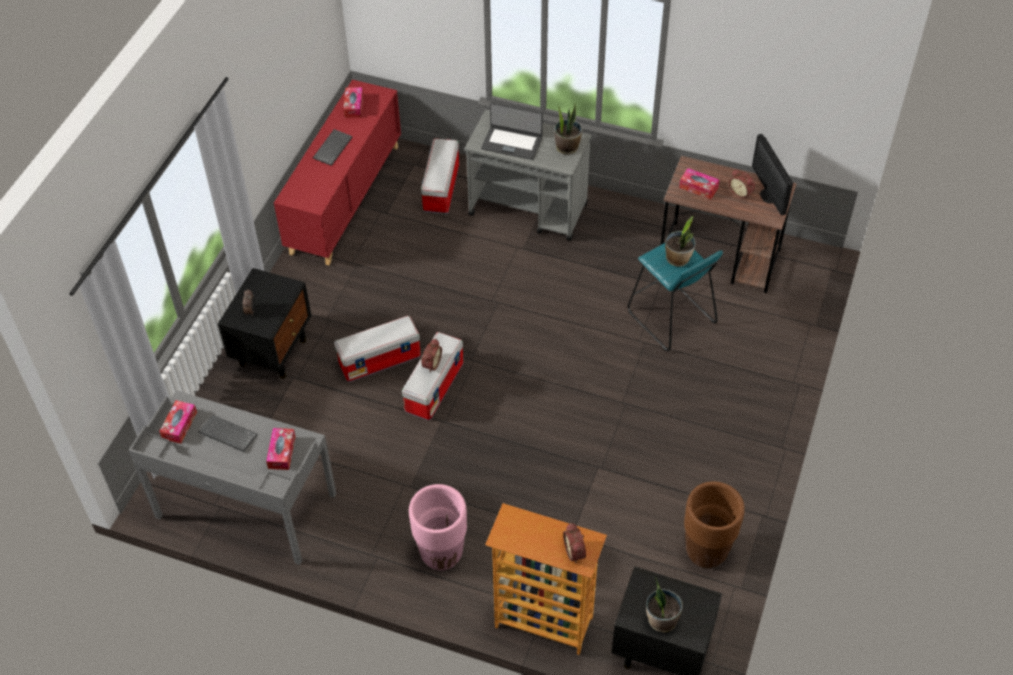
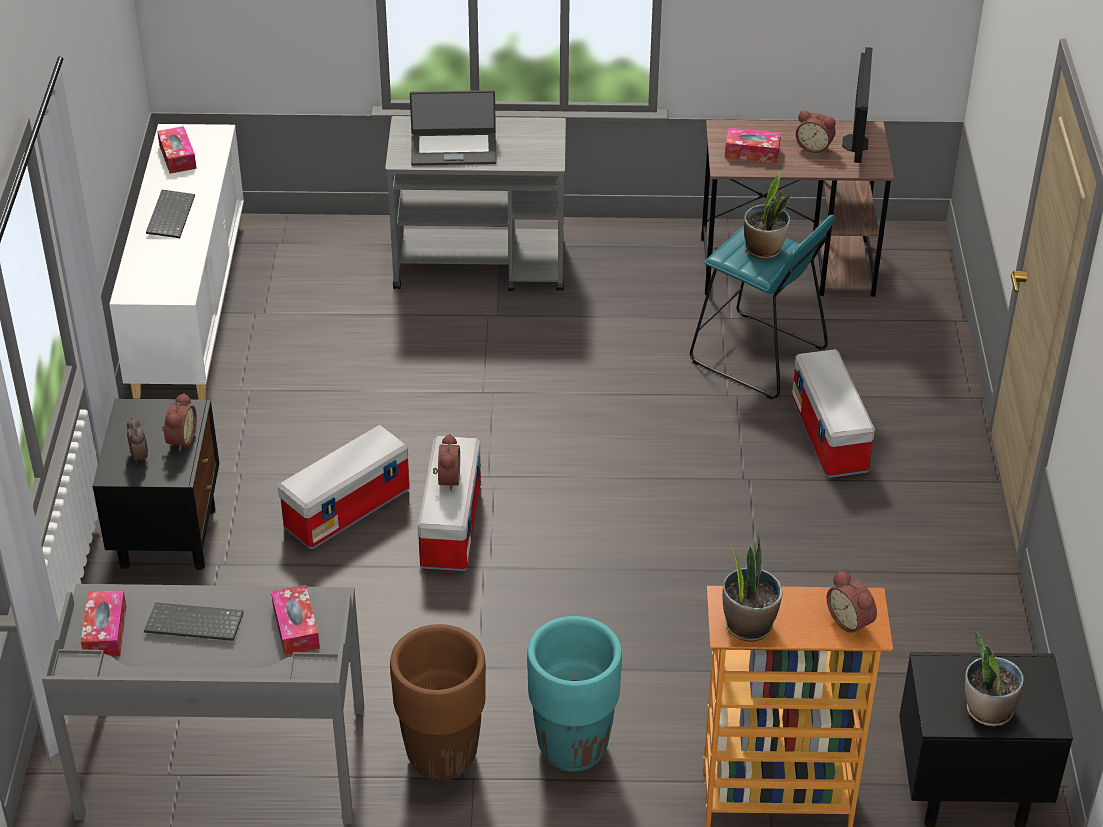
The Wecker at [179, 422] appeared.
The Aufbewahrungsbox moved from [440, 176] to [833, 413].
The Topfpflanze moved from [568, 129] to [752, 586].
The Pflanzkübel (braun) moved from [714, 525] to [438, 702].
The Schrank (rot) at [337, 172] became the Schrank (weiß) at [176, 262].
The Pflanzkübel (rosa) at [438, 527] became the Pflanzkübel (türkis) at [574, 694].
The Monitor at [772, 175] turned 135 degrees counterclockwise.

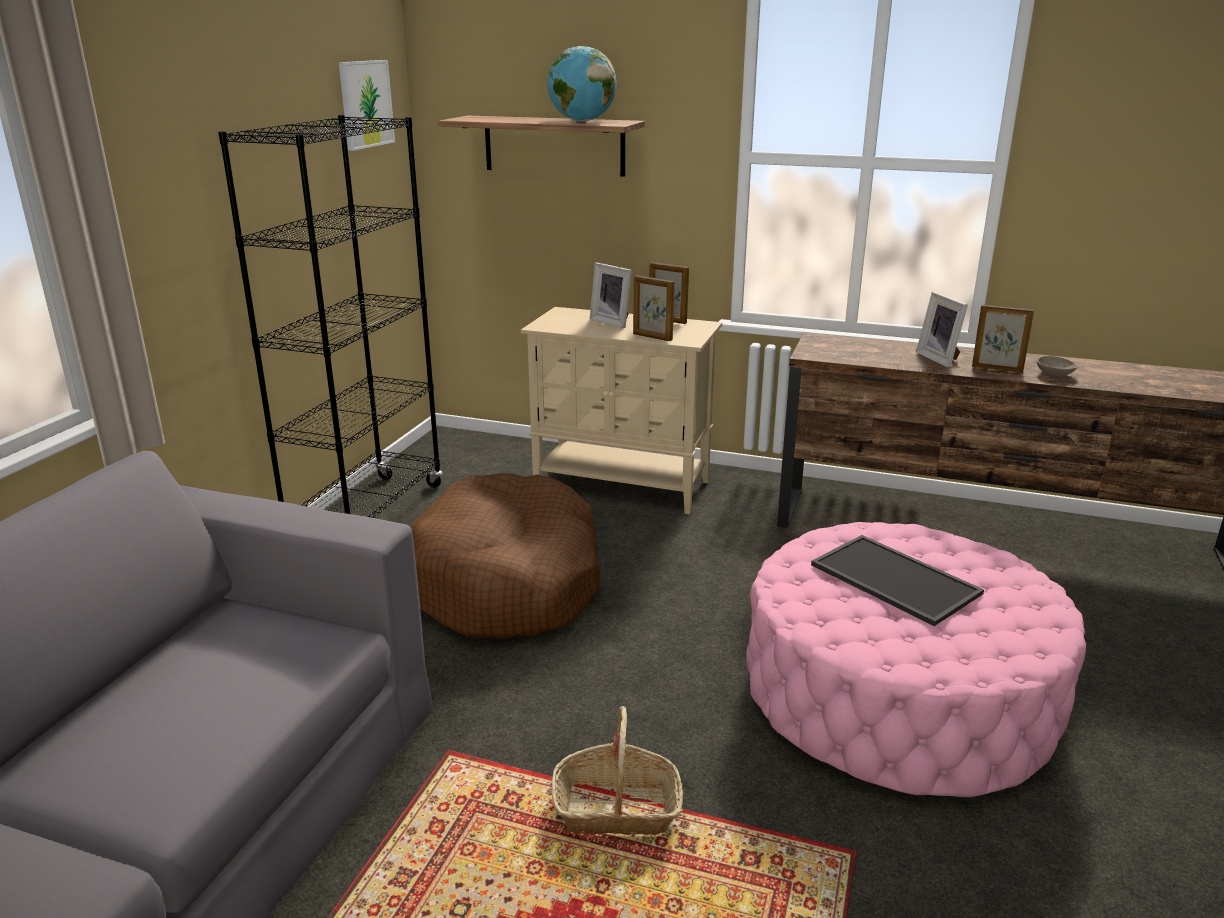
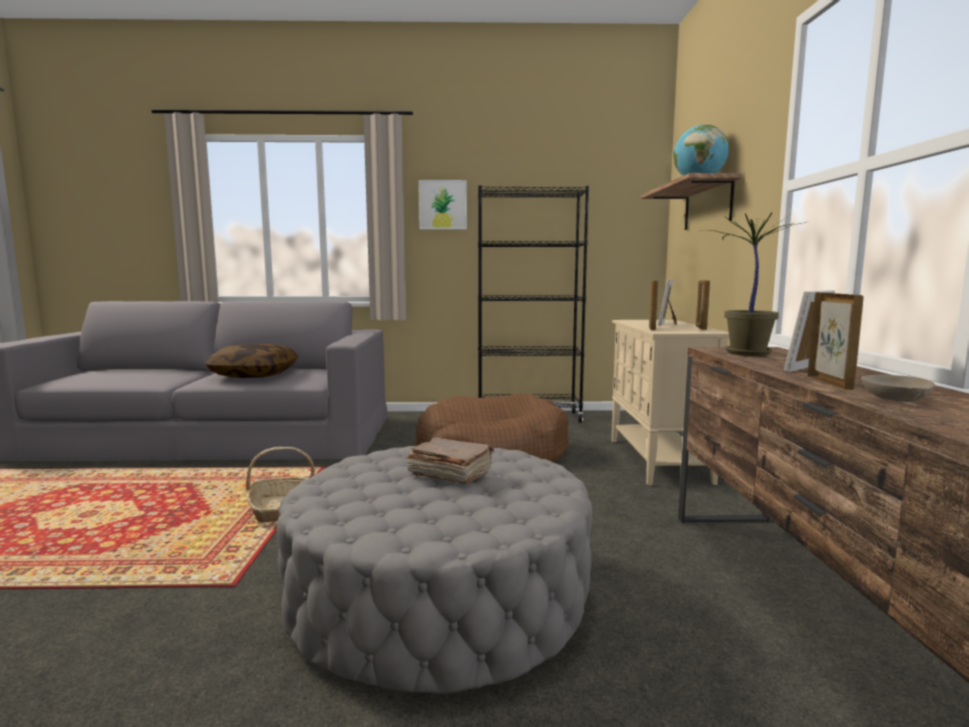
The Kissen at [251, 360] appeared.
The Topfpflanze at [754, 284] appeared.
The Bild moved from [367, 105] to [443, 205].
The Tablett at [897, 580] was replaced by the Buch (braun) at [450, 460].
The Polsterhocker (rosa) at [916, 659] became the Polsterhocker (grau) at [434, 570].

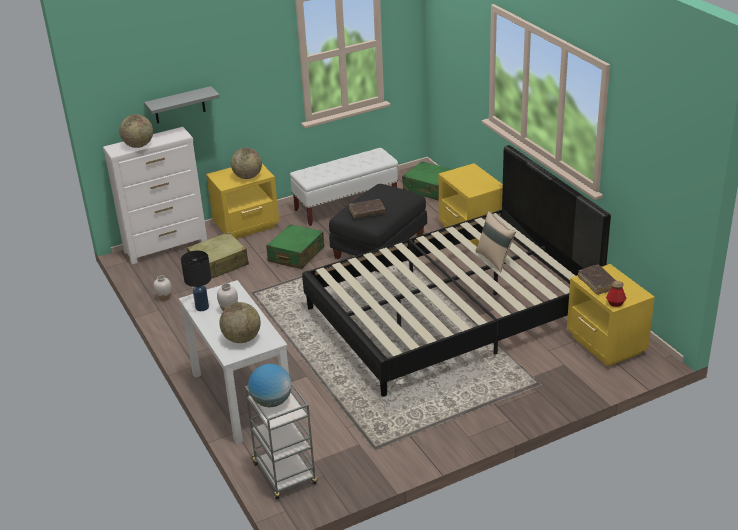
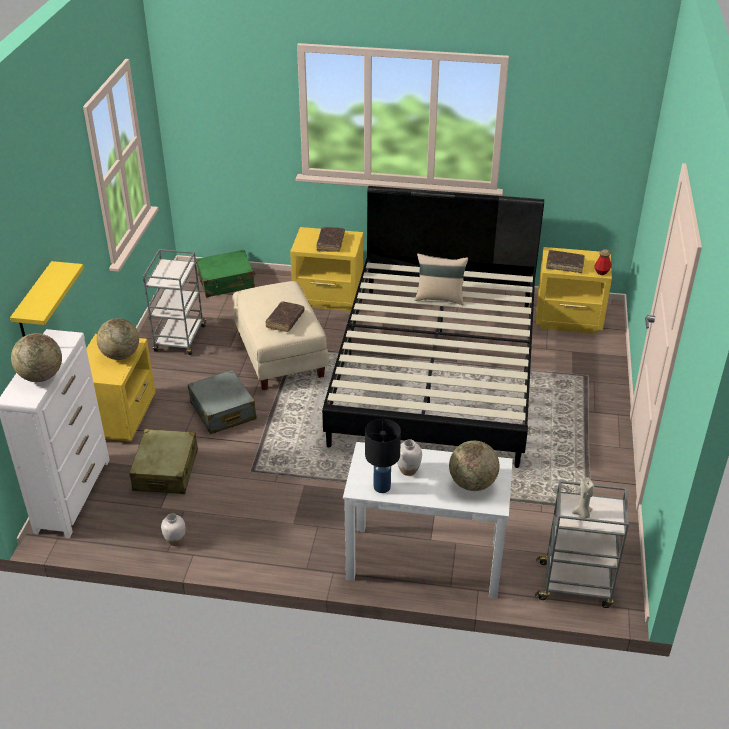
The Buch (braun) at [330, 239] appeared.
The Globus at [270, 385] was replaced by the Kerze (beige) at [583, 498].
The Bank (weiß) at [344, 187] was replaced by the Rollwagen (grau) at [174, 302].
The Wandregal (grau) at [182, 105] became the Wandregal (gelb) at [47, 299].
The Koffer (grün) at [295, 246] became the Koffer (grau) at [222, 402].
The Polsterhocker (schwarz) at [378, 228] became the Polsterhocker (beige) at [280, 335].

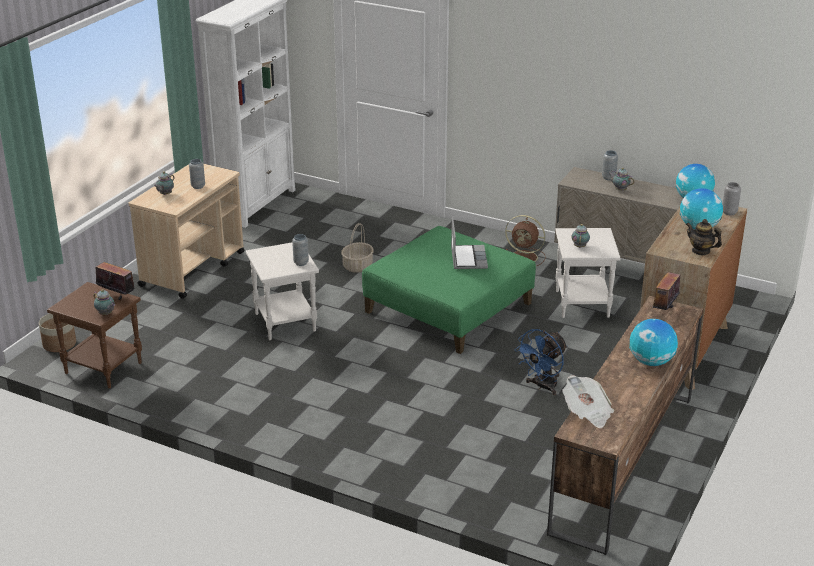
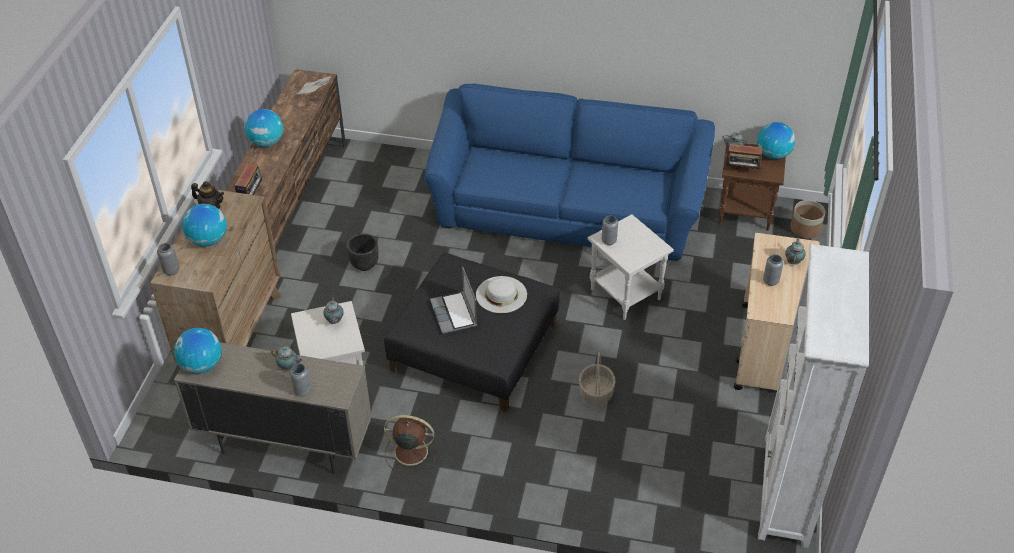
The Sofa (blau) at [569, 172] appeared.
The Hut (weiß) at [501, 294] appeared.
The Globus at [776, 140] appeared.
The Ventilator (blau) at [541, 362] was replaced by the Pflanzkübel (schwarz) at [363, 252].
The Polsterhocker (grün) at [449, 290] became the Polsterhocker (schwarz) at [472, 332].

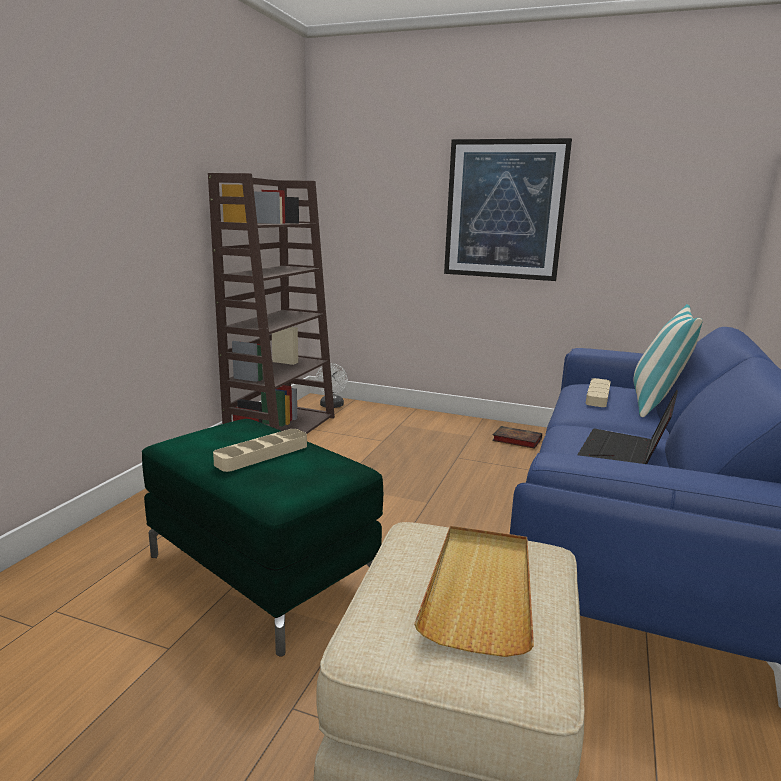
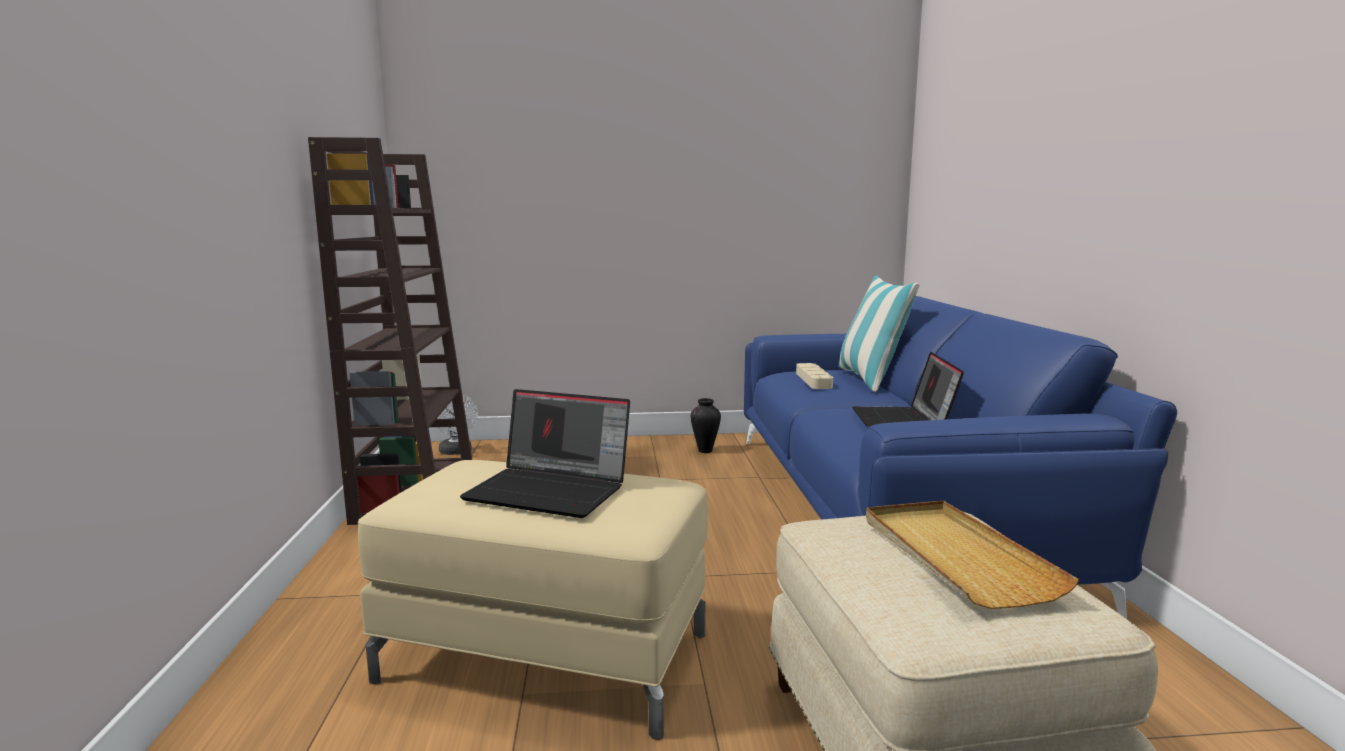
The Bild at [508, 209] disappeared.
The Tablett (beige) at [260, 450] was replaced by the Laptop at [545, 453].
The Buch at [517, 437] was replaced by the Vase at [705, 425].
The Polsterhocker (grün) at [262, 538] became the Polsterhocker (beige) at [533, 600].

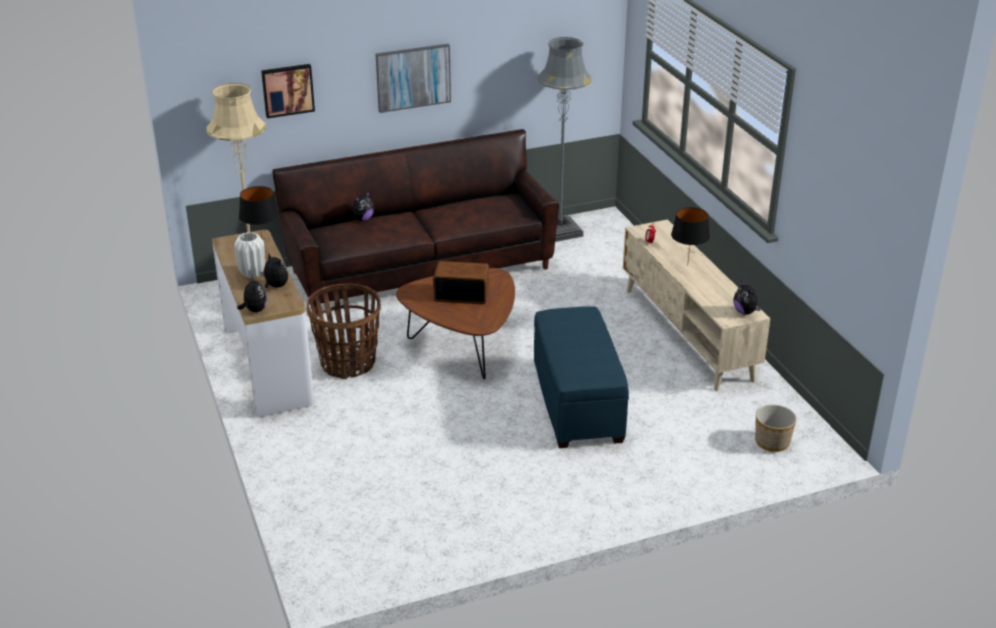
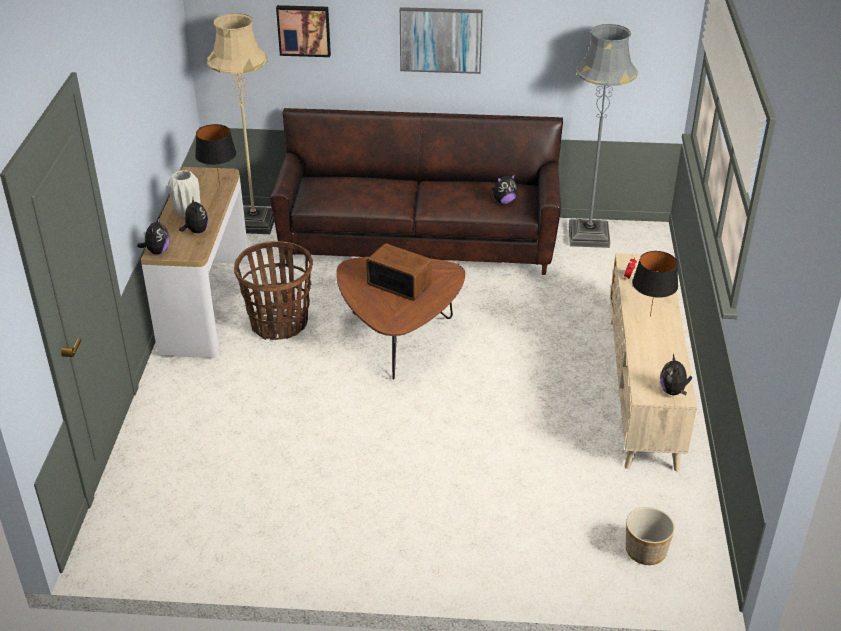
The Polsterhocker (blau) at [581, 377] disappeared.
The Plüschtier moved from [361, 206] to [505, 189].

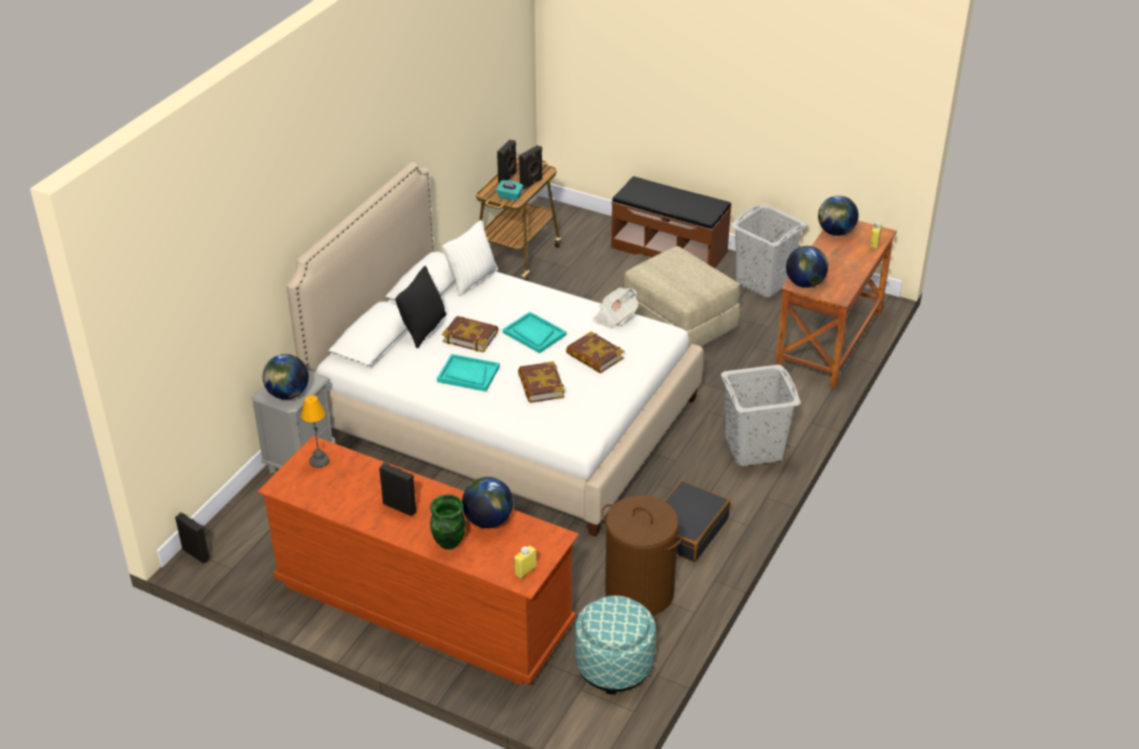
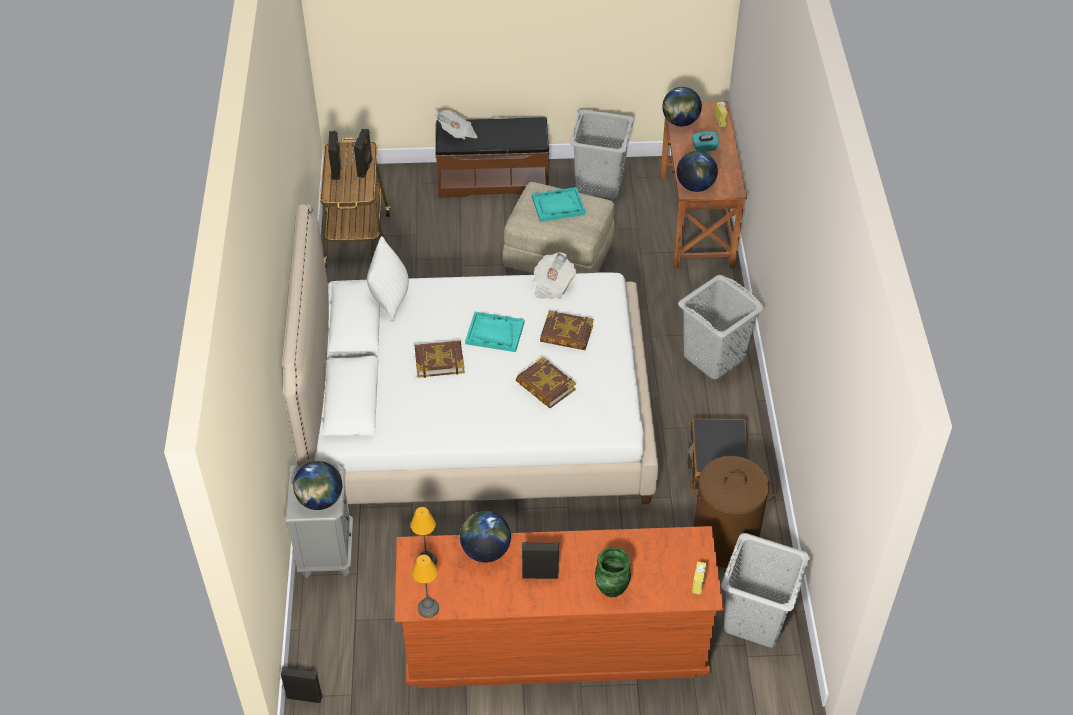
The Kissen (schwarz) at [420, 307] disappeared.
The Tischlampe at [425, 586] appeared.
The Zeitung at [456, 124] appeared.
The Tablett (türkis) moved from [468, 373] to [559, 204].
The Globus moved from [487, 502] to [485, 537].
The Taschentuchbox (türkis) moved from [509, 190] to [705, 141].
The Polsterhocker at [615, 645] was replaced by the Wäschekorb (grau) at [765, 590].

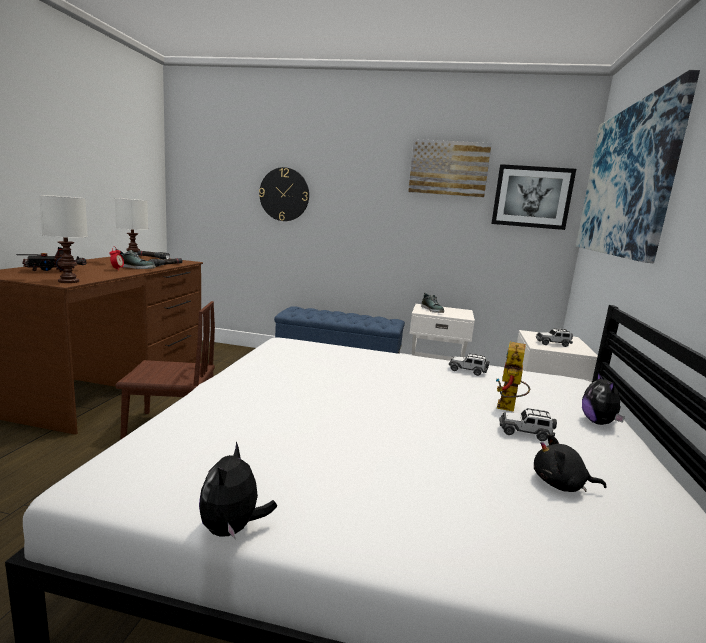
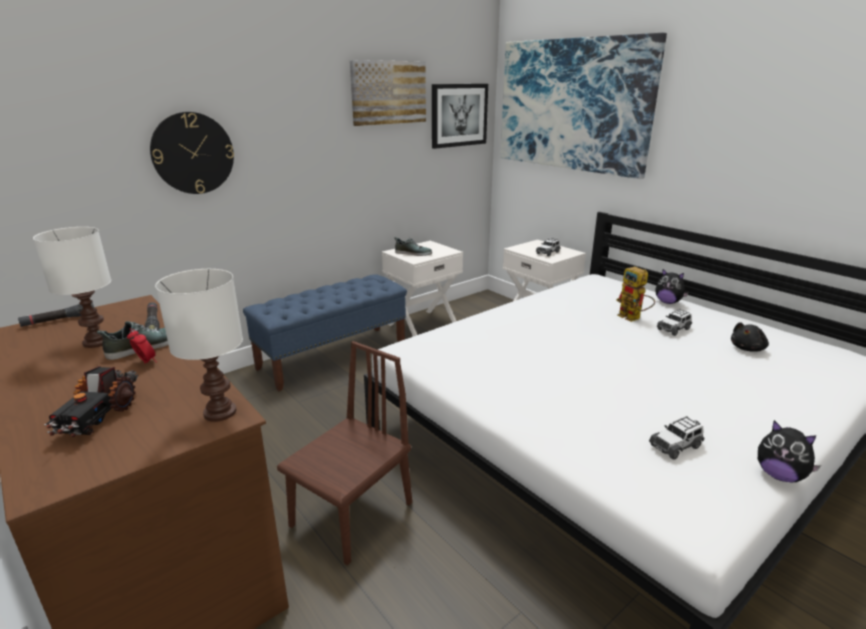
The Spielzeugauto moved from [469, 364] to [676, 438].

